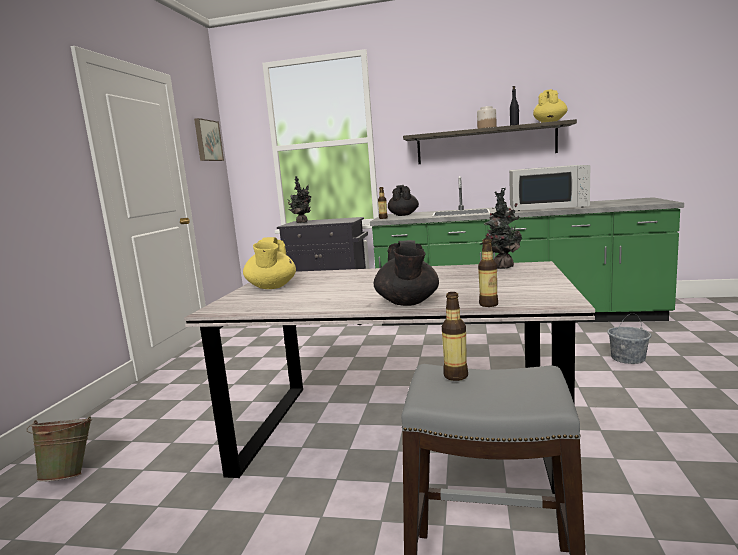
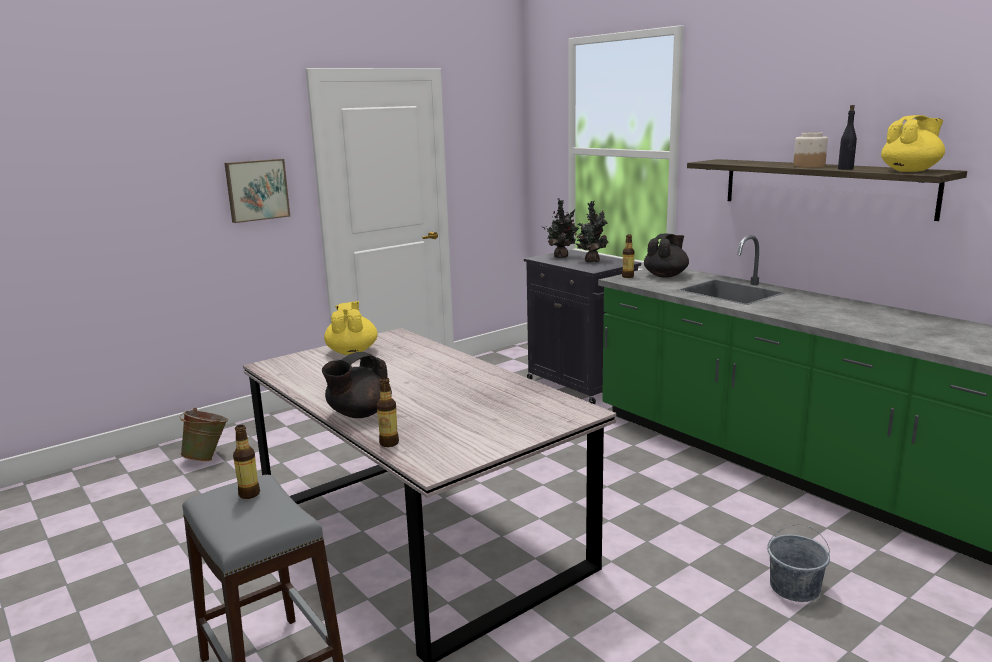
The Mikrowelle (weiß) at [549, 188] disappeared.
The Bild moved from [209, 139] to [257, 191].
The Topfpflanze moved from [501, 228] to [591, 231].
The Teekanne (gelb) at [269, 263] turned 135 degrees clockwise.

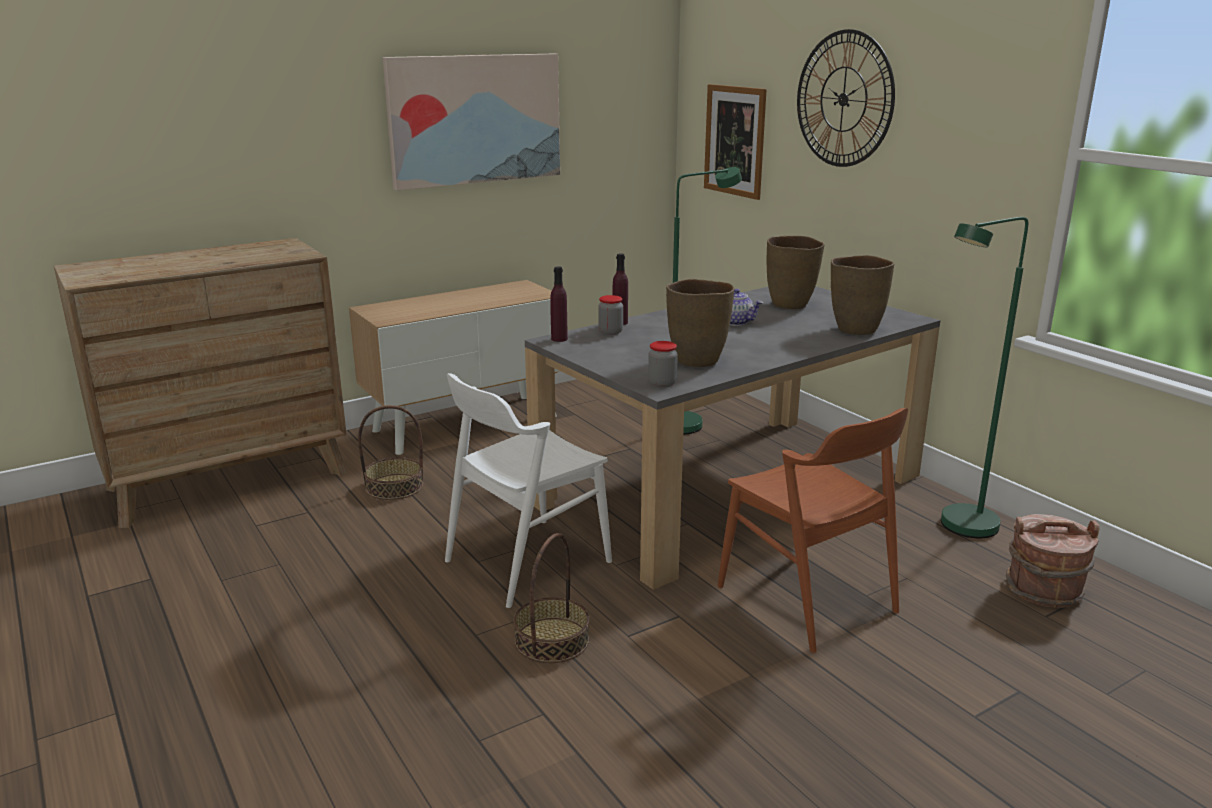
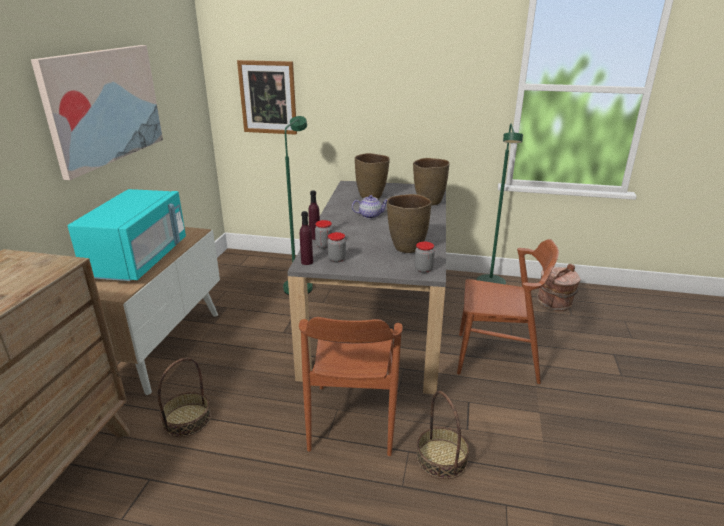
The Wanduhr at [846, 98] disappeared.
The Mikrowelle (türkis) at [127, 235] appeared.
The Vorratsglas at [336, 247] appeared.
The Stuhl (weiß) at [528, 490] became the Stuhl (braun) at [351, 386].

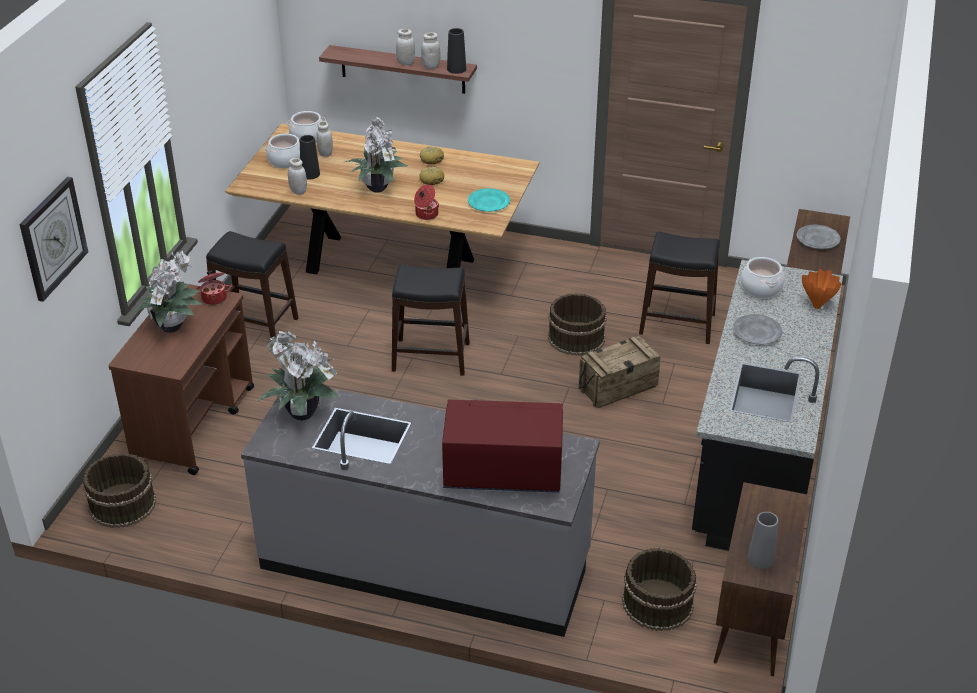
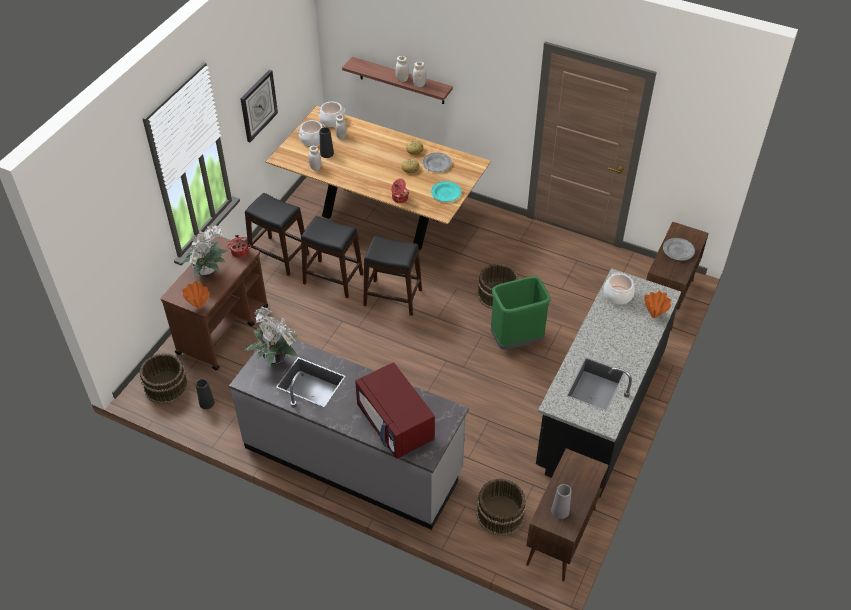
The Topfpflanze at [376, 155] disappeared.
The Vase (orange) at [195, 294] appeared.
The Wanduhr moved from [53, 239] to [259, 106].
The Vase (schwarz) moved from [456, 51] to [205, 394].
The Hocker (schwarz) moved from [679, 288] to [332, 257].
The Teller (grau) moved from [757, 329] to [437, 162].
The Kiste at [619, 372] was replaced by the Mülleimer (grün) at [521, 313].
The Mikrowelle (rot) at [502, 446] turned 135 degrees counterclockwise.

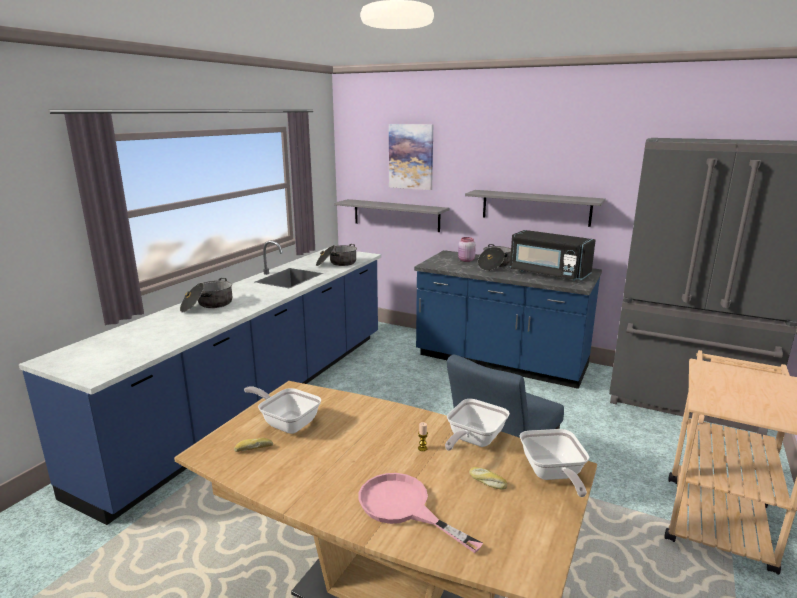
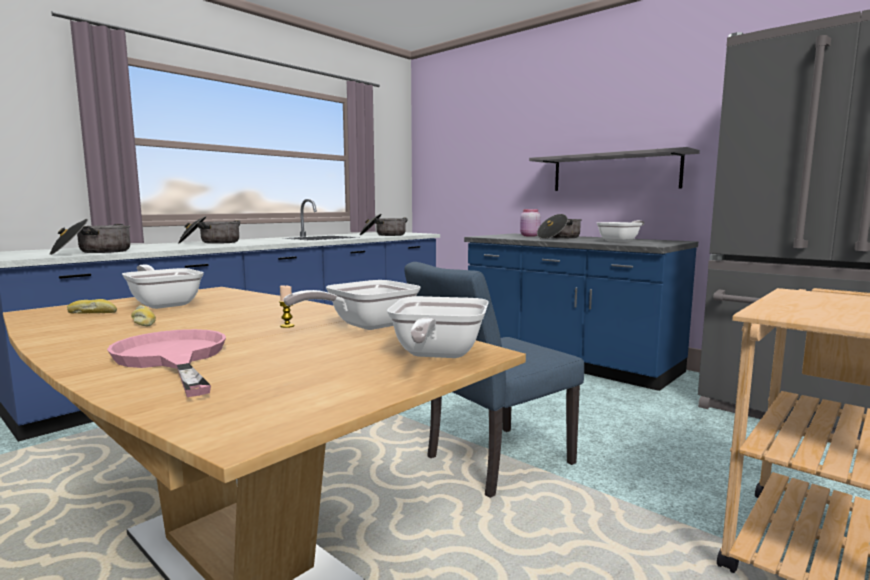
The Wandregal (grau) at [392, 215] disappeared.
The Bild at [411, 157] disappeared.
The Kochtopf at [90, 237] appeared.
The Brot moved from [488, 478] to [143, 315].
The Mikrowelle (schwarz) at [553, 255] was replaced by the Pfanne at [621, 231].

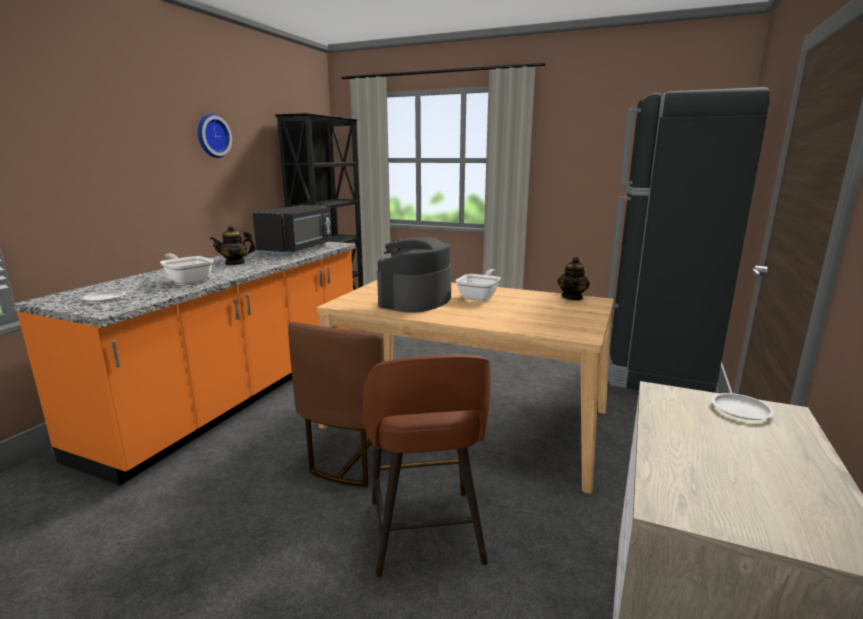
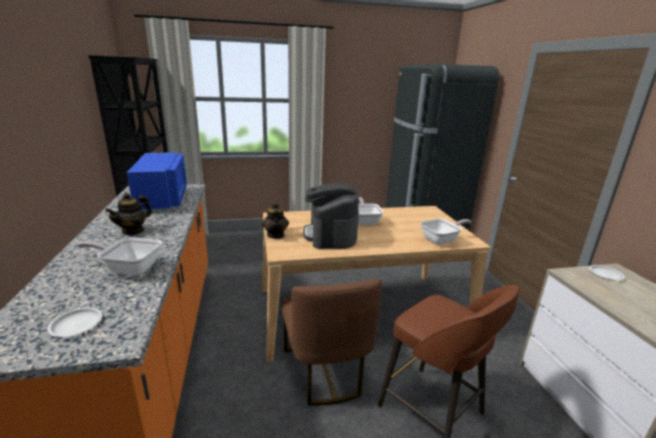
The Wanduhr at [215, 136] disappeared.
The Pfanne at [446, 232] appeared.
The Teekanne moved from [573, 278] to [275, 220].
The Mikrowelle (schwarz) at [292, 230] became the Mikrowelle (blau) at [157, 181].

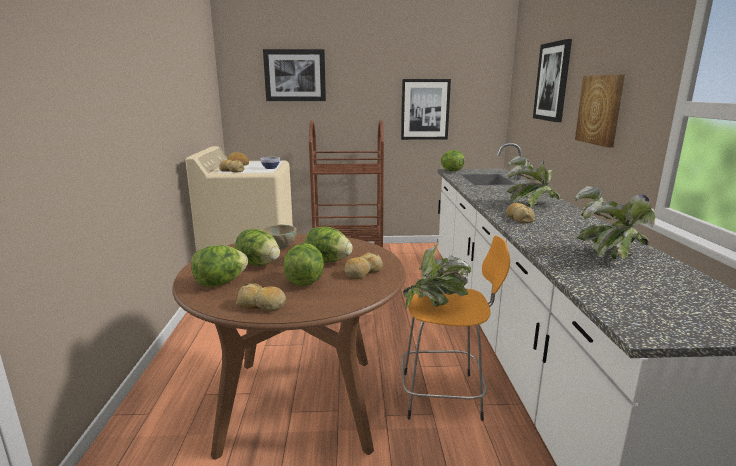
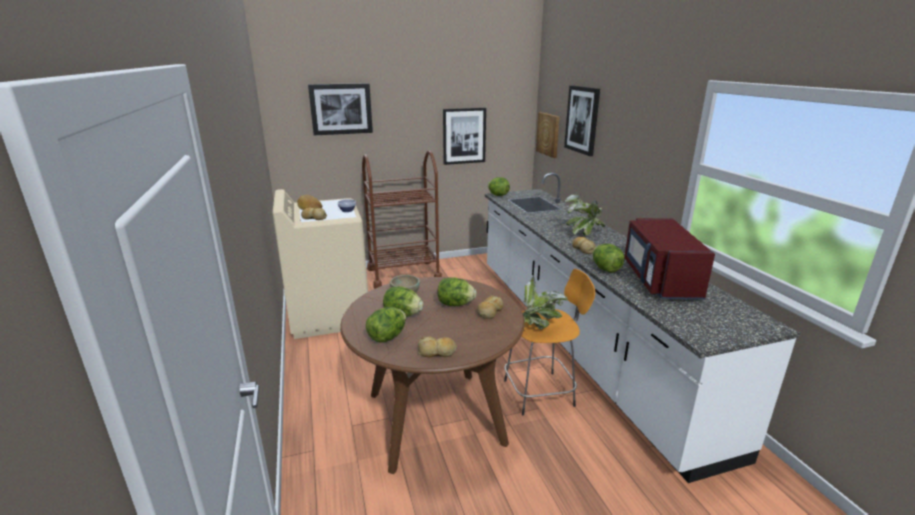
The Salatkopf moved from [303, 264] to [609, 258].
The Bild moved from [600, 111] to [548, 135].
The Topfpflanze at [614, 223] was replaced by the Mikrowelle (rot) at [670, 258].

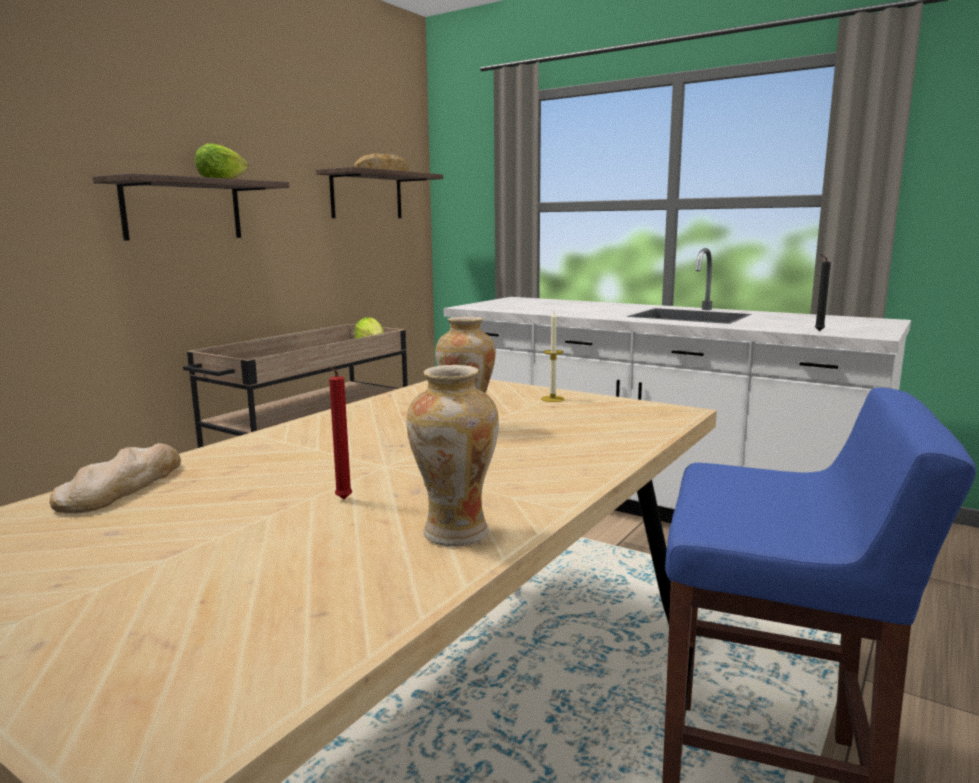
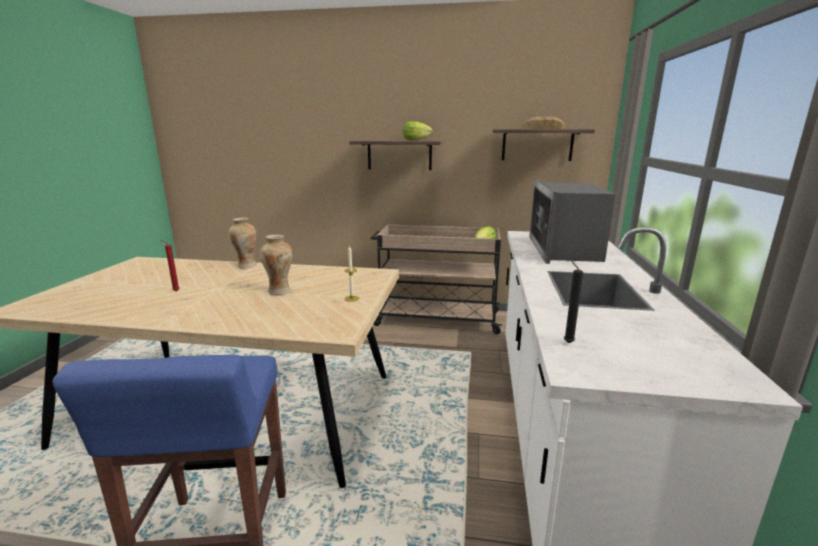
The Brot at [115, 478] disappeared.
The Mikrowelle at [572, 221] appeared.
The Vase moved from [452, 455] to [243, 243].

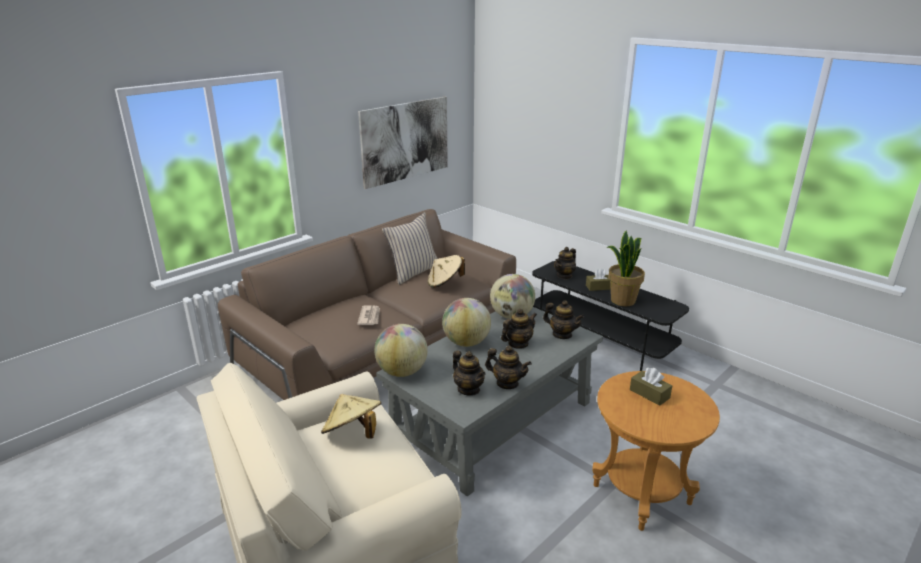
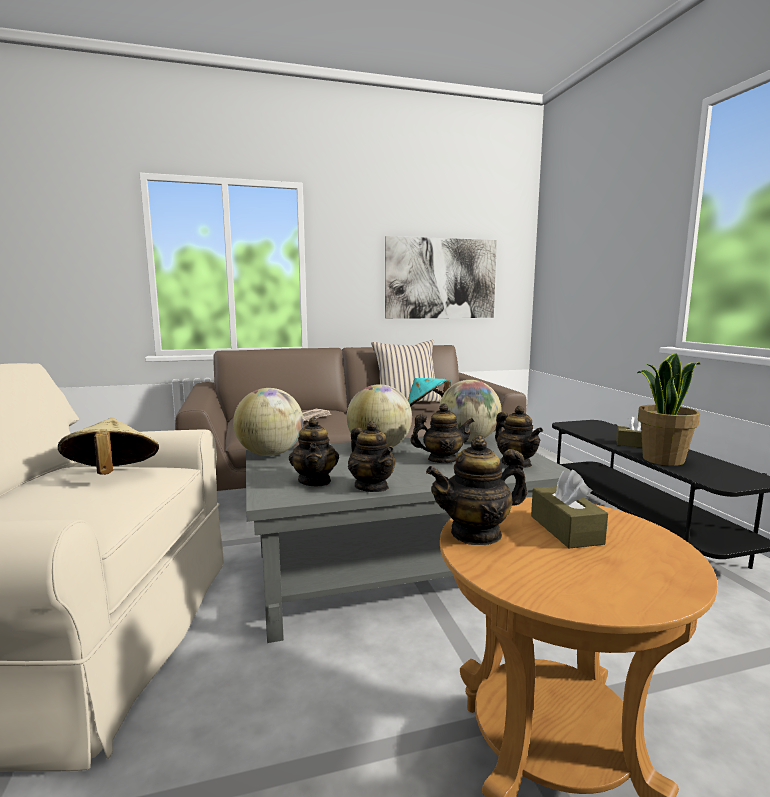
The Teekanne moved from [565, 263] to [476, 490].
The Hut (beige) at [446, 271] became the Hut (türkis) at [429, 392].

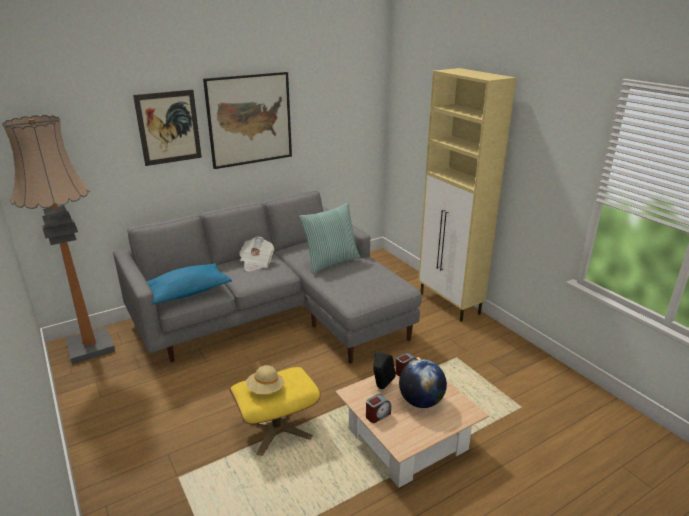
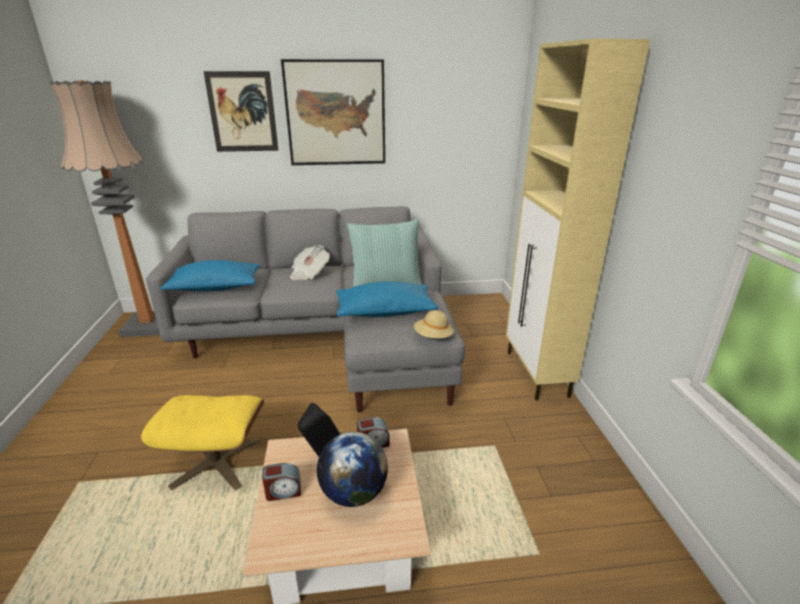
The Kissen (blau) at [387, 299] appeared.
The Hut (beige) moved from [265, 379] to [434, 324].

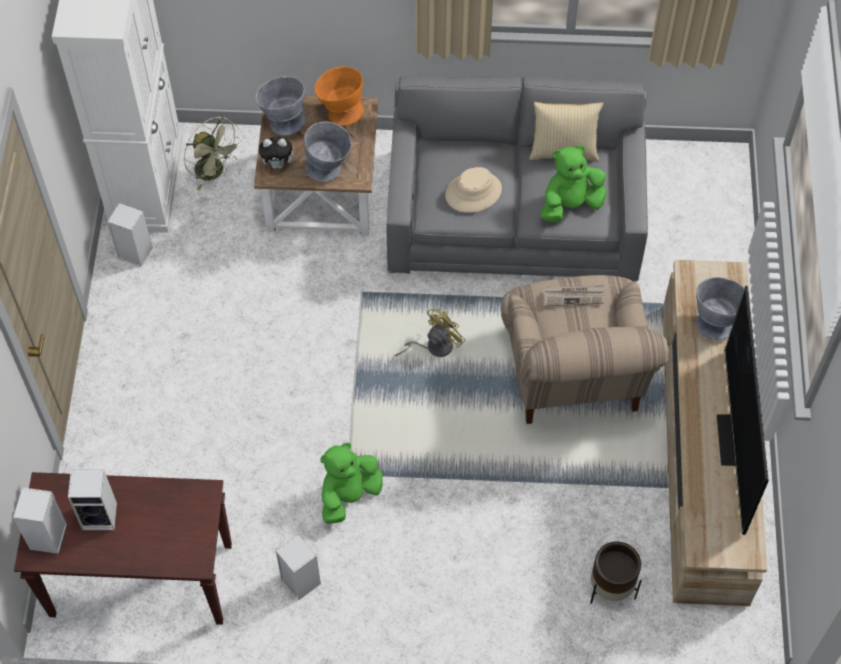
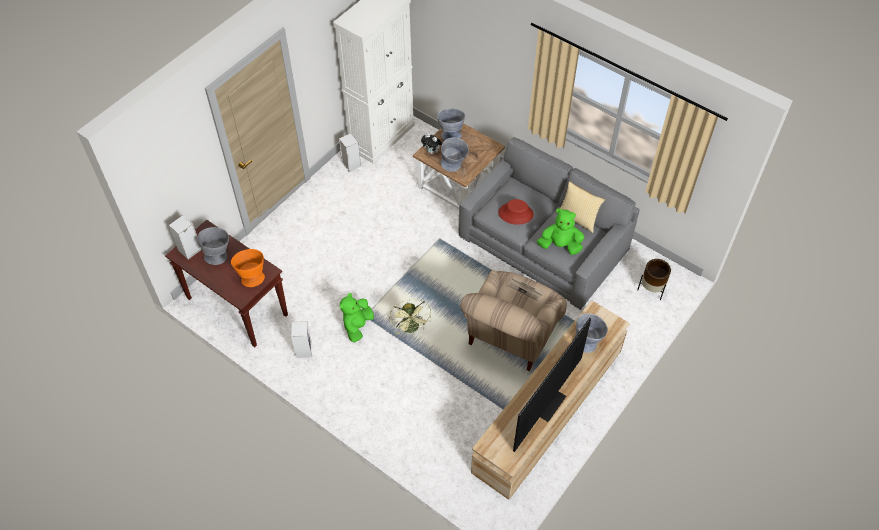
The Ventilator (gelb) at [430, 332] disappeared.
The Ventilator (grün) moved from [213, 153] to [410, 316].
The Schüssel (orange) moved from [339, 96] to [248, 268].
The Pflanzkübel (braun) moved from [616, 573] to [654, 279].
The Lautsprecher at [92, 500] was replaced by the Schüssel (grau) at [213, 246].
The Hut (beige) at [473, 190] became the Hut (rot) at [516, 212].
The Plüschtier (grün) at [351, 483] turned 60 degrees counterclockwise.

